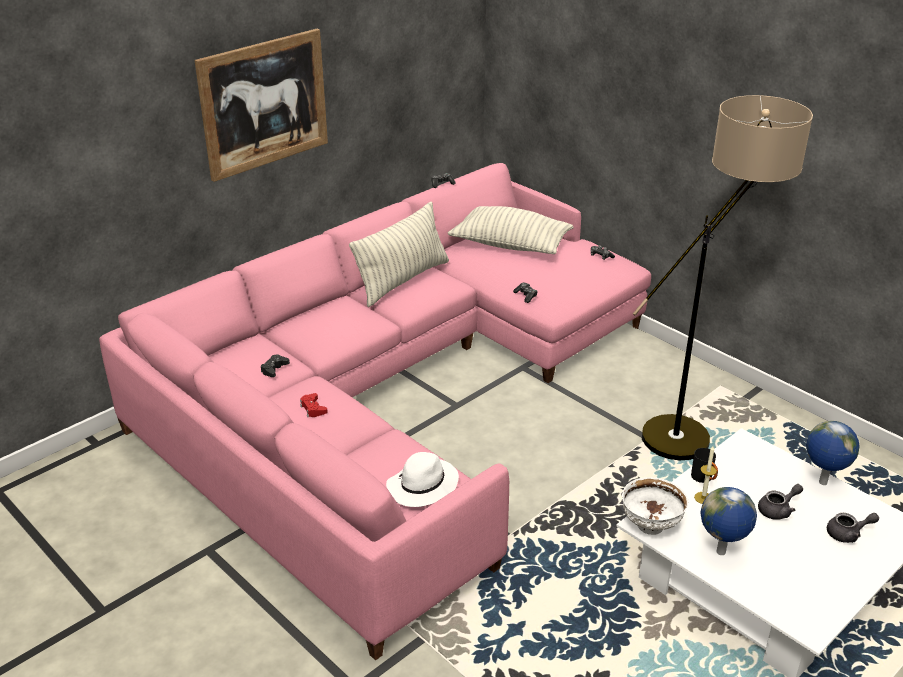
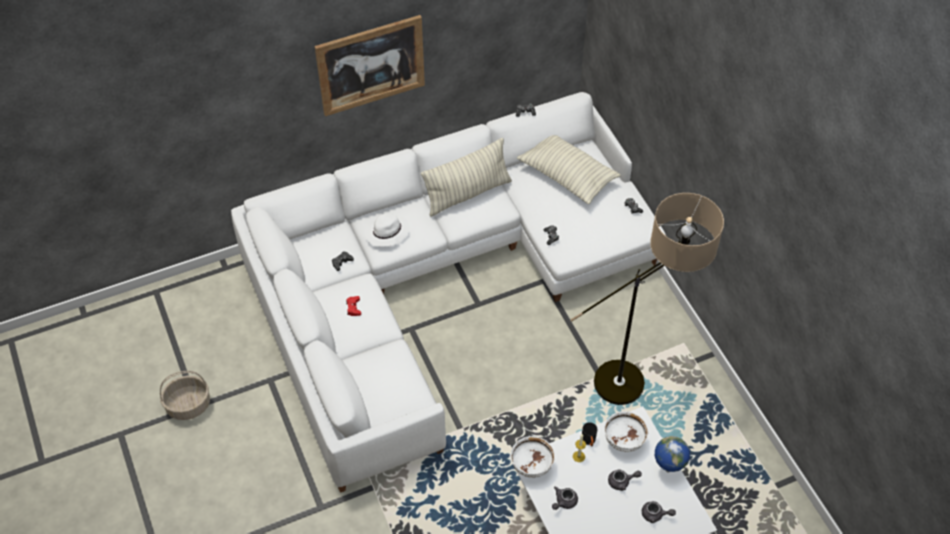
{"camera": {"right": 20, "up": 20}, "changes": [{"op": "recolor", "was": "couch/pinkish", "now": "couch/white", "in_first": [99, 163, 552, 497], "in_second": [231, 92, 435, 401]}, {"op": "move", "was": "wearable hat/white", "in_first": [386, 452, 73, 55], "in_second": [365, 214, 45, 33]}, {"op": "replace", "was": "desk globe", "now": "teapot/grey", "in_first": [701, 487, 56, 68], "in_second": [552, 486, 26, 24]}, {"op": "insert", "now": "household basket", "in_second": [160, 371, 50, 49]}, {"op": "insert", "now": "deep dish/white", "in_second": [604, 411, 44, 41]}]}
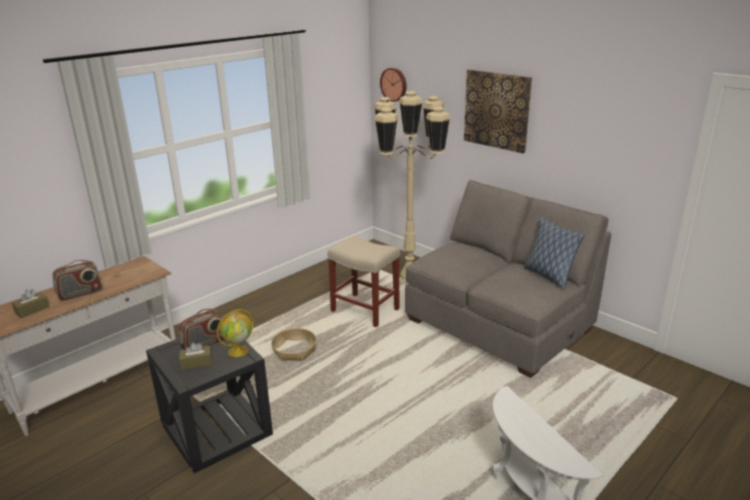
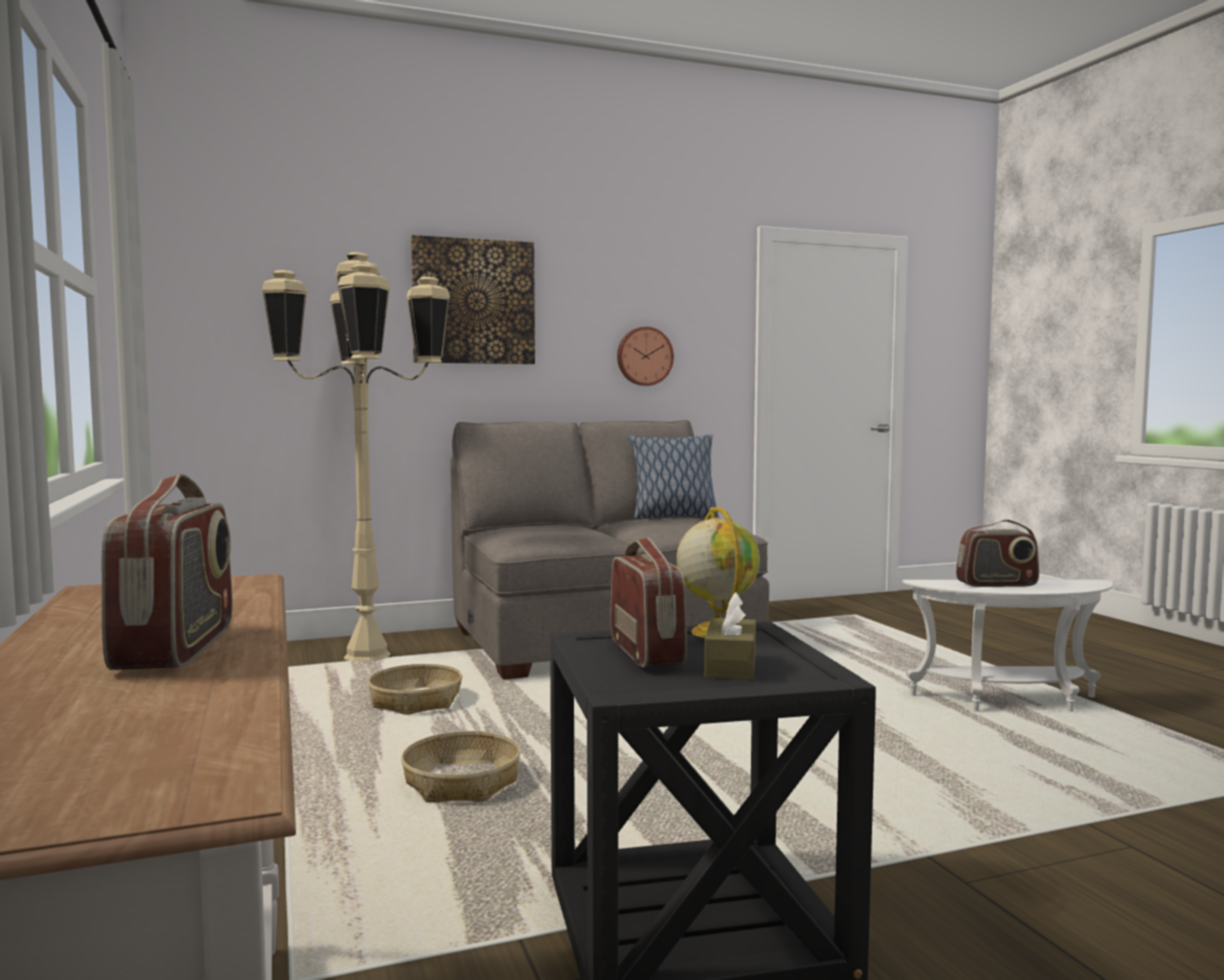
{"camera": {"right": -65, "up": -20}, "changes": [{"op": "move", "was": "clock on the wall", "in_first": [380, 68, 27, 34], "in_second": [617, 327, 57, 59]}, {"op": "replace", "was": "sitting stool/beige", "now": "household basket", "in_first": [328, 236, 72, 91], "in_second": [368, 664, 95, 51]}, {"op": "delete", "was": "box of tissues/brown", "in_first": [12, 289, 38, 29]}, {"op": "insert", "now": "radio", "in_second": [956, 520, 83, 67]}]}
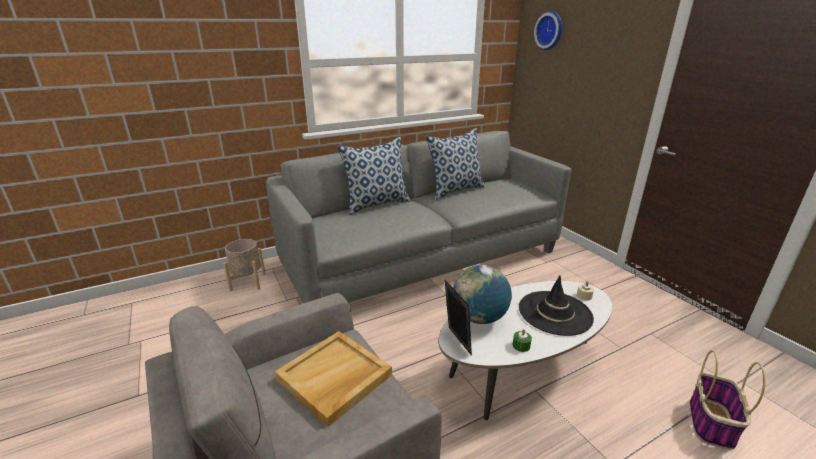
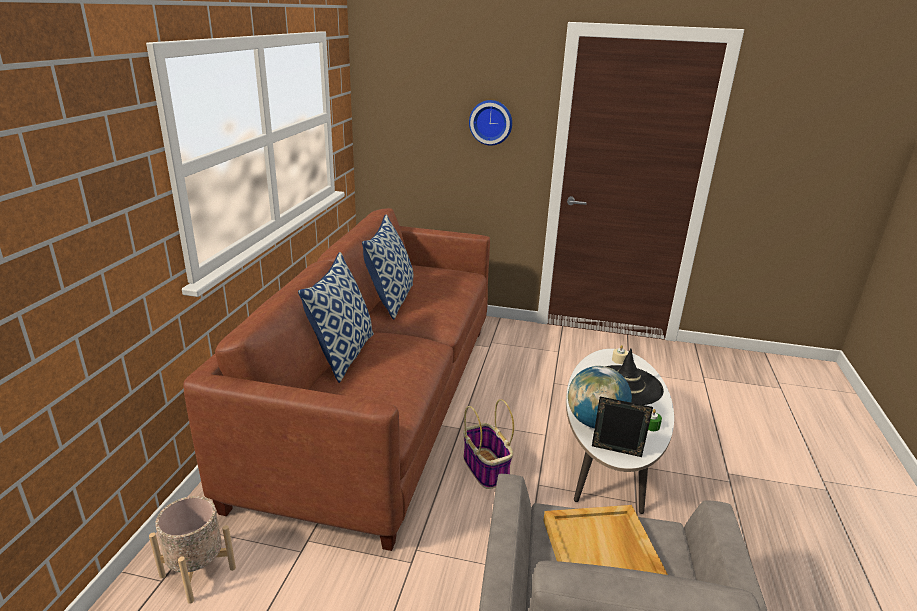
{"camera": {"right": -50, "up": 0}, "changes": [{"op": "move", "was": "clock on the wall", "in_first": [534, 11, 28, 39], "in_second": [469, 100, 43, 45]}, {"op": "recolor", "was": "couch/grey", "now": "couch/brown", "in_first": [266, 131, 305, 173], "in_second": [183, 208, 307, 343]}, {"op": "move", "was": "household basket", "in_first": [690, 350, 76, 100], "in_second": [463, 399, 51, 90]}]}
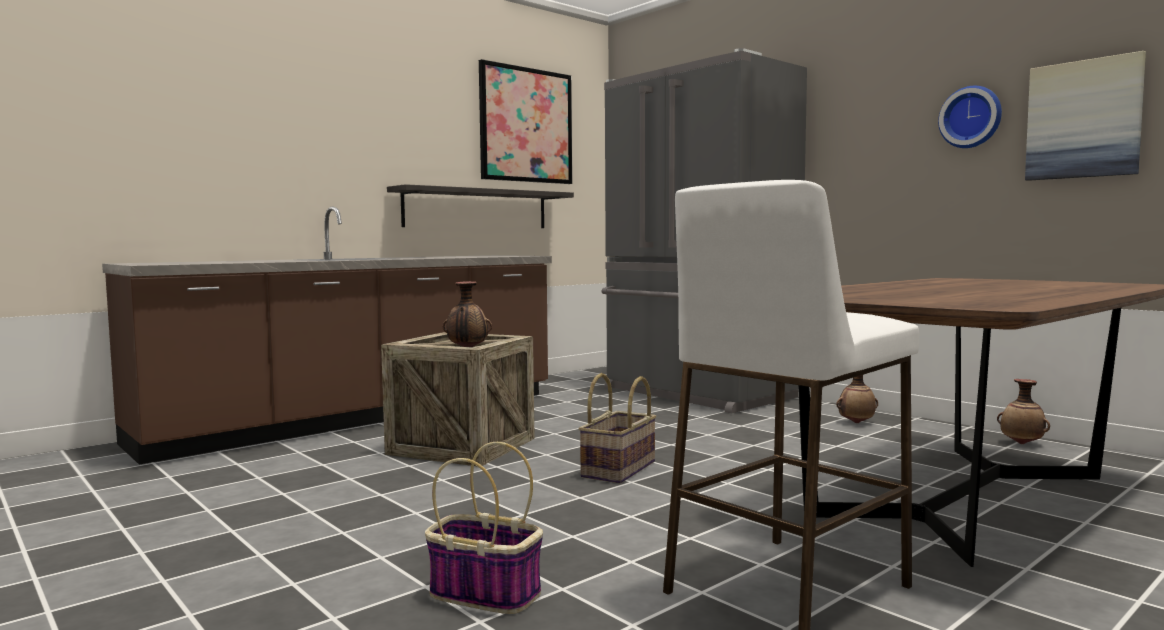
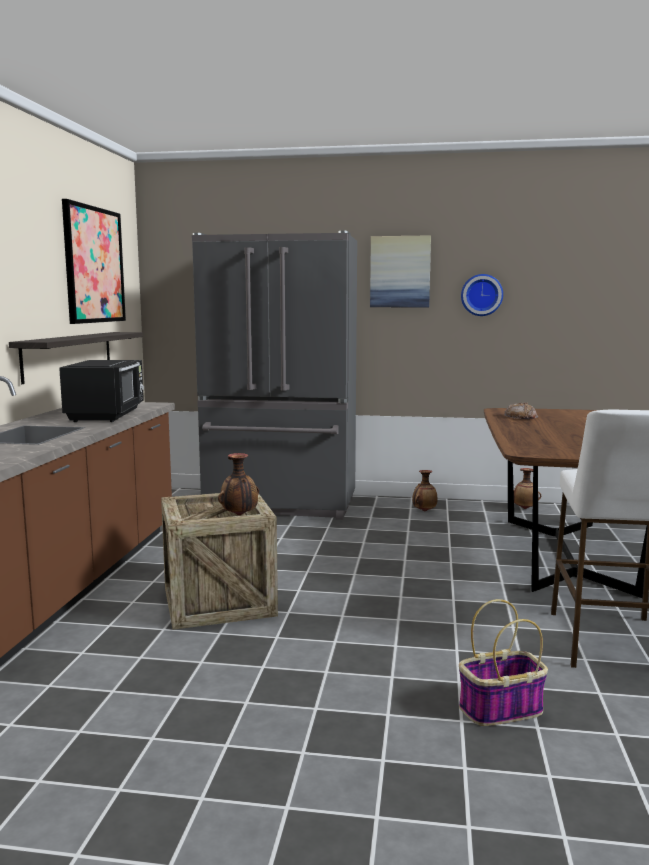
{"camera": {"right": -40, "up": 5}, "changes": [{"op": "move", "was": "wall art", "in_first": [1025, 51, 121, 130], "in_second": [370, 235, 61, 72]}, {"op": "delete", "was": "household basket", "in_first": [579, 373, 78, 110]}, {"op": "insert", "now": "microwave oven/blackish", "in_second": [59, 360, 85, 62]}, {"op": "insert", "now": "bakery bread", "in_second": [504, 402, 34, 17]}]}
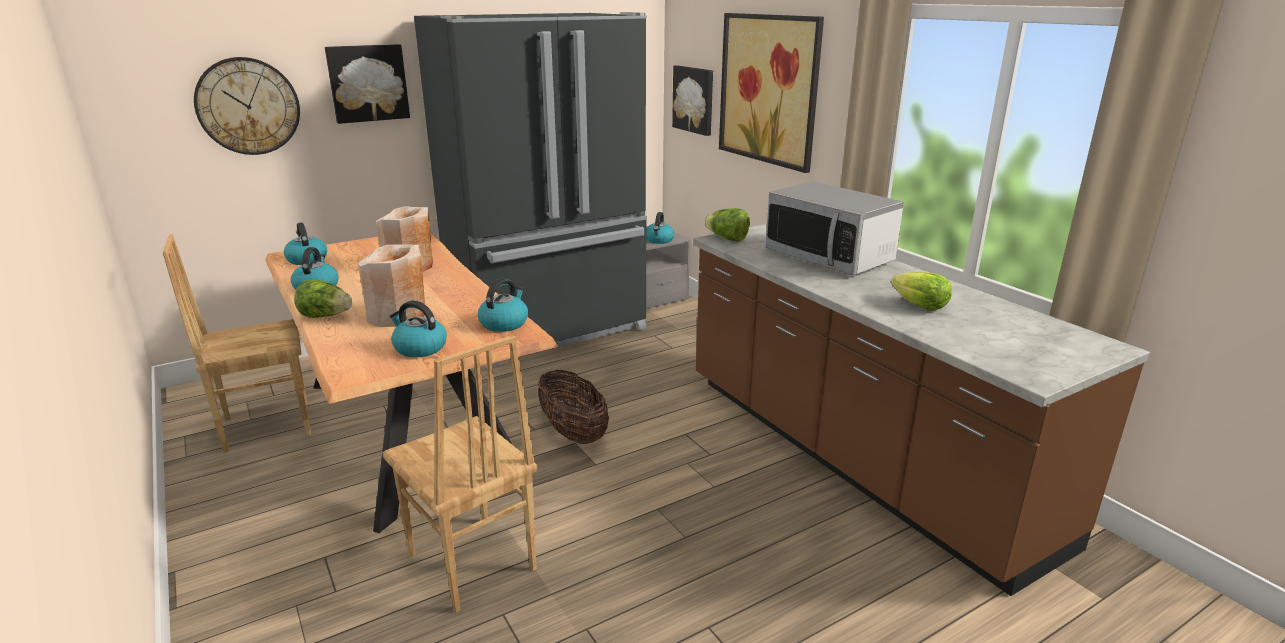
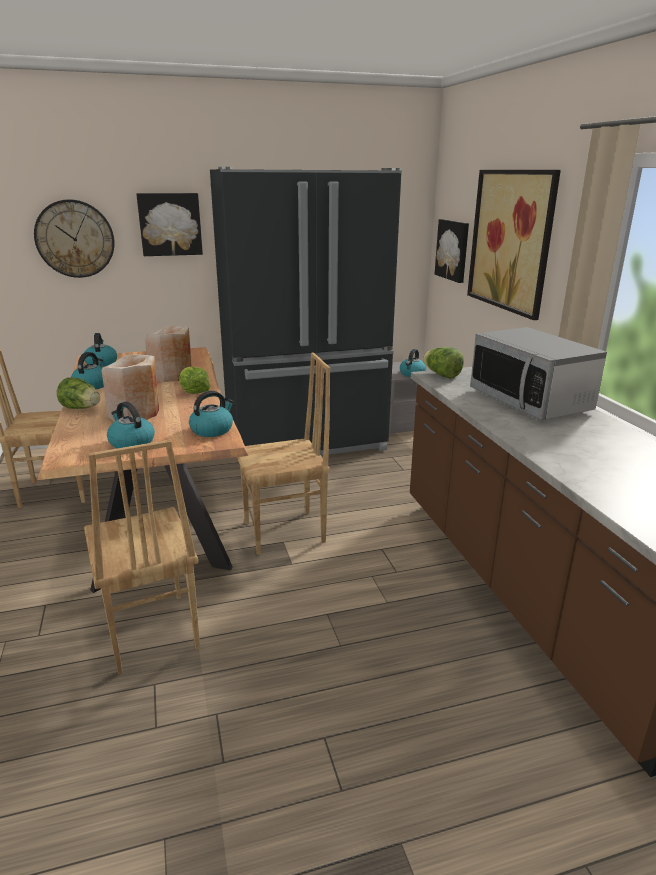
{"camera": {"right": 15, "up": 0}, "changes": [{"op": "move", "was": "lettuce", "in_first": [891, 272, 61, 39], "in_second": [179, 367, 31, 27]}, {"op": "replace", "was": "household basket", "now": "upright chair/brown", "in_first": [538, 370, 71, 74], "in_second": [237, 352, 93, 203]}]}
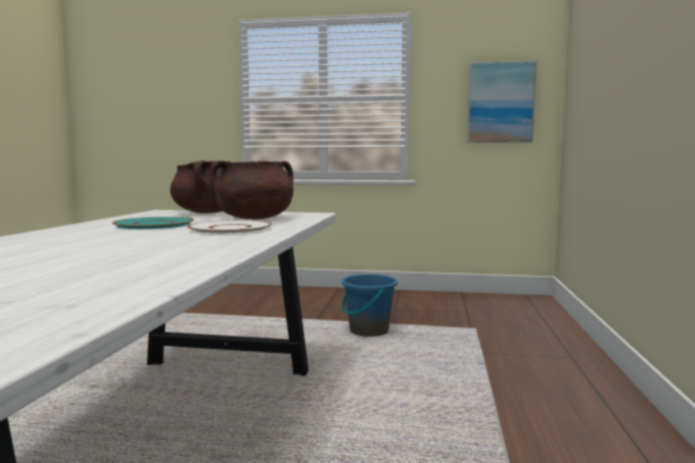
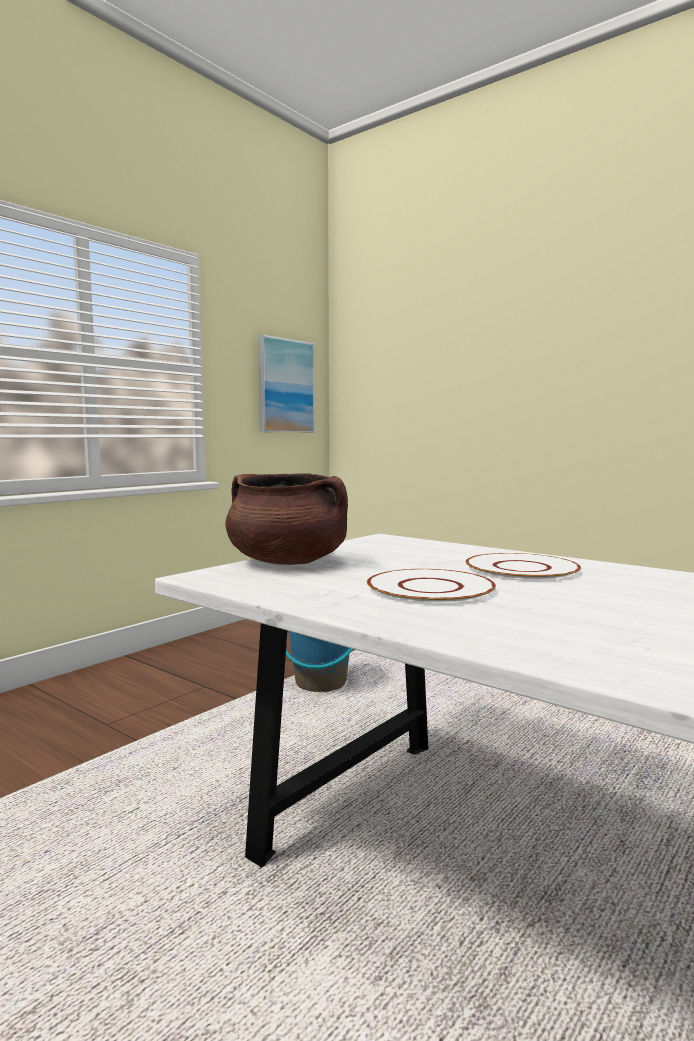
{"camera": {"right": -60, "up": 0}, "changes": [{"op": "delete", "was": "cooking pot/brown", "in_first": [209, 161, 85, 58]}, {"op": "recolor", "was": "plate/blue-green", "now": "plate/white", "in_first": [112, 217, 82, 12], "in_second": [367, 569, 129, 35]}]}
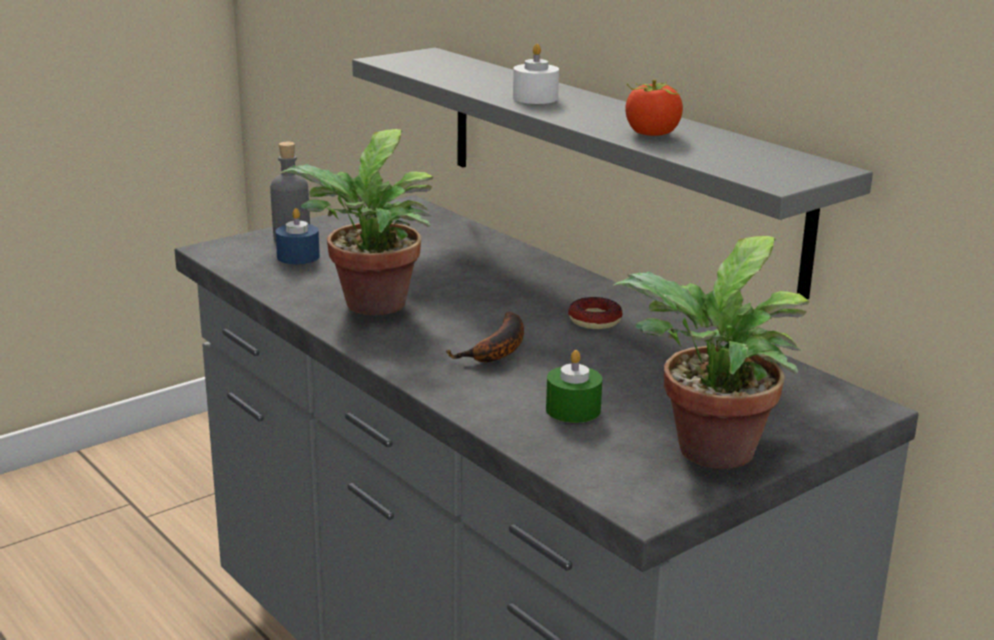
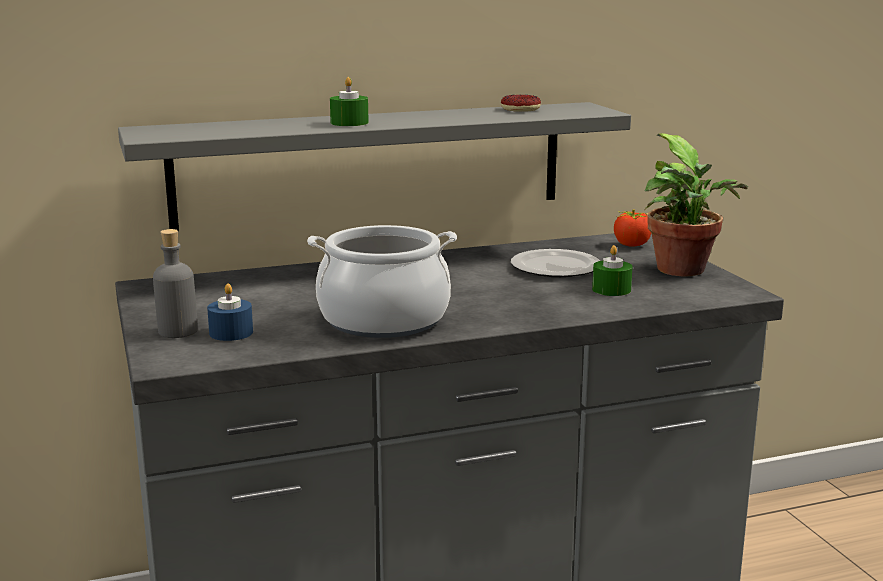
{"camera": {"right": -70, "up": -5}, "changes": [{"op": "recolor", "was": "wax candle/white", "now": "wax candle/green", "in_first": [513, 43, 46, 61], "in_second": [330, 77, 39, 49]}, {"op": "move", "was": "fresh tomato", "in_first": [625, 80, 58, 56], "in_second": [614, 209, 37, 38]}, {"op": "replace", "was": "plant in a pot", "now": "cooking pot", "in_first": [279, 129, 154, 186], "in_second": [307, 225, 150, 113]}, {"op": "move", "was": "donut", "in_first": [568, 297, 54, 32], "in_second": [501, 95, 40, 17]}, {"op": "delete", "was": "whole banana", "in_first": [446, 312, 78, 50]}, {"op": "insert", "now": "plate", "in_second": [511, 249, 89, 28]}]}
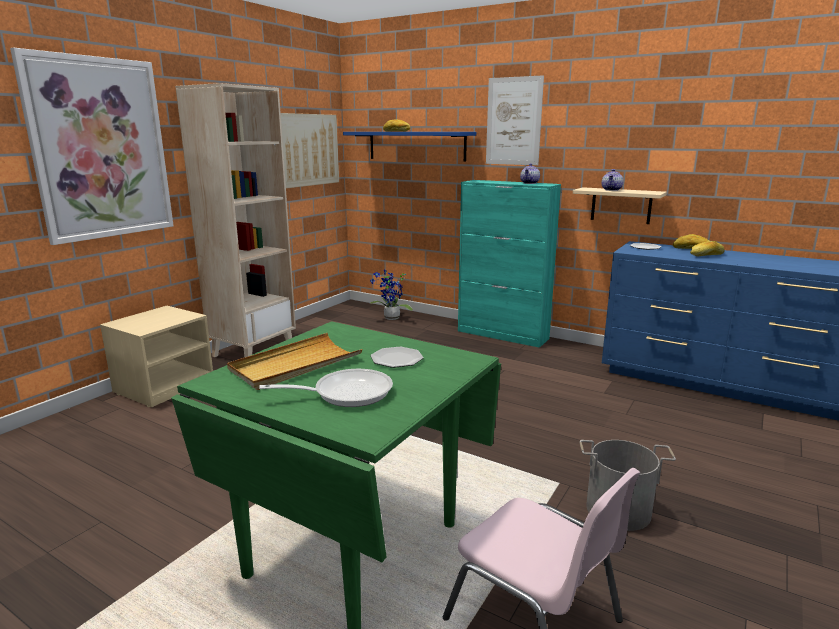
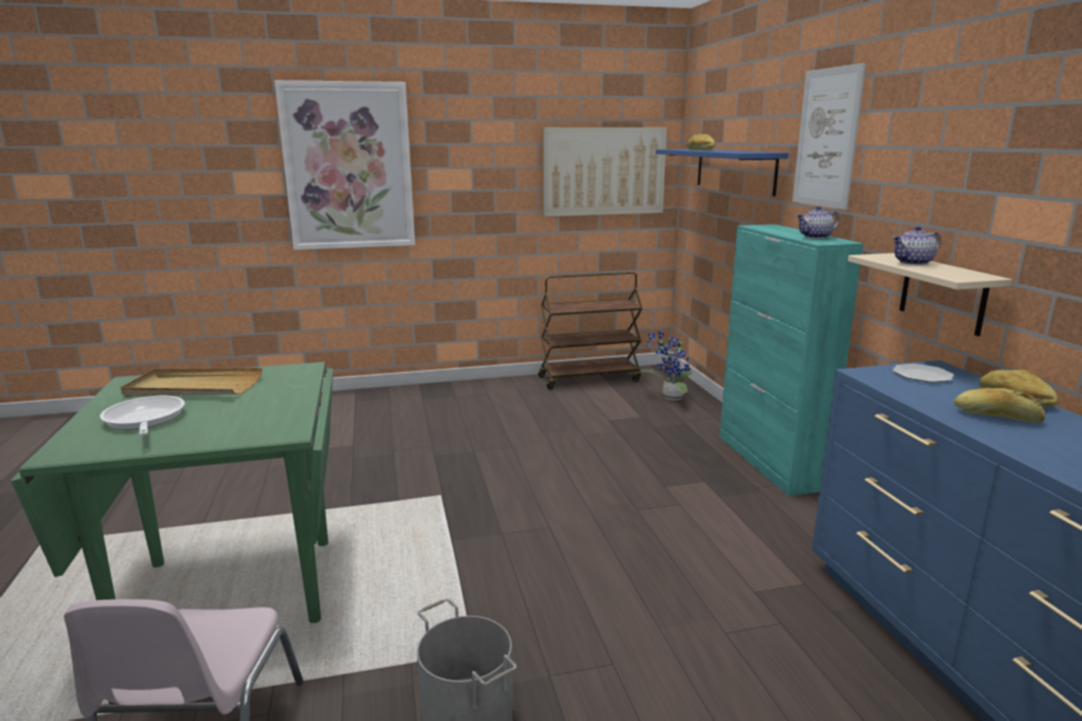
{"camera": {"right": 45, "up": 0}, "changes": [{"op": "delete", "was": "shelving unit/beige", "in_first": [175, 83, 121, 275]}, {"op": "delete", "was": "nightstand/beige", "in_first": [100, 306, 113, 101]}, {"op": "delete", "was": "plate", "in_first": [371, 347, 52, 21]}, {"op": "rotate", "was": "frying pan", "in_first": [259, 369, 134, 38], "in_second": [100, 396, 85, 39], "clockwise": -150}, {"op": "insert", "now": "wheeled cart/brown", "in_second": [538, 272, 105, 117]}]}
